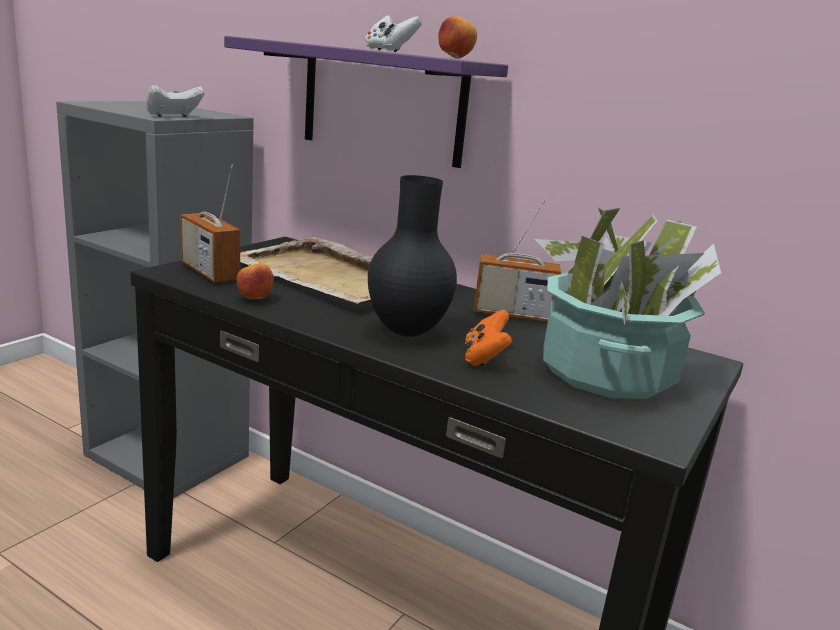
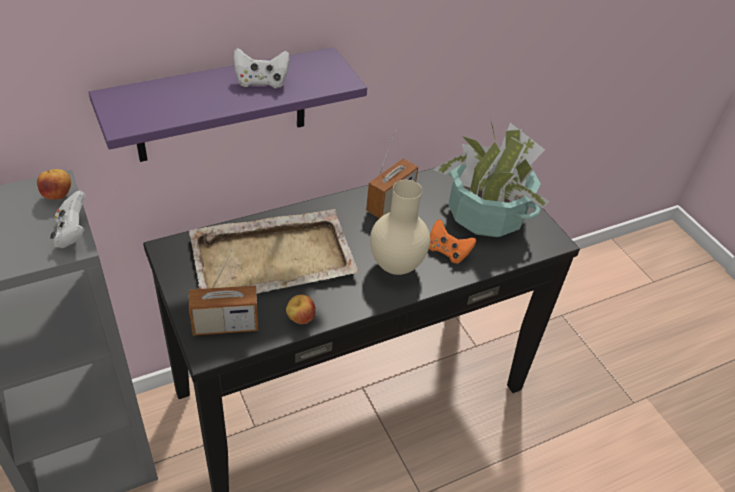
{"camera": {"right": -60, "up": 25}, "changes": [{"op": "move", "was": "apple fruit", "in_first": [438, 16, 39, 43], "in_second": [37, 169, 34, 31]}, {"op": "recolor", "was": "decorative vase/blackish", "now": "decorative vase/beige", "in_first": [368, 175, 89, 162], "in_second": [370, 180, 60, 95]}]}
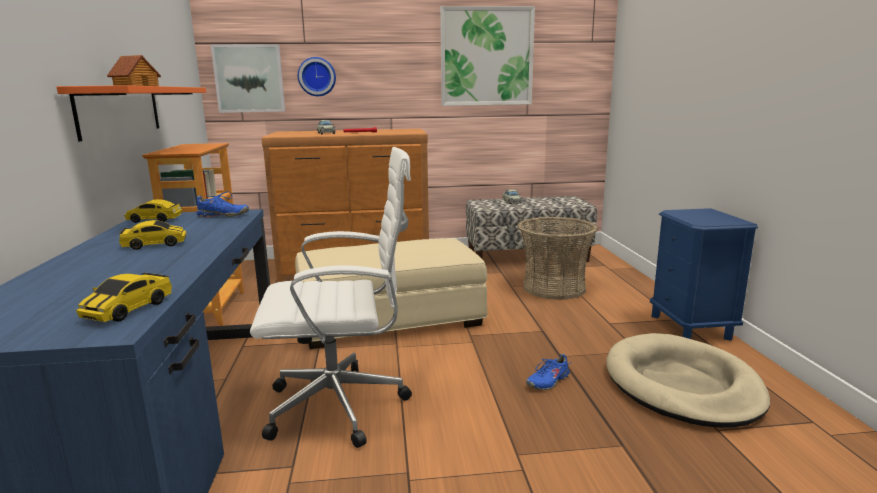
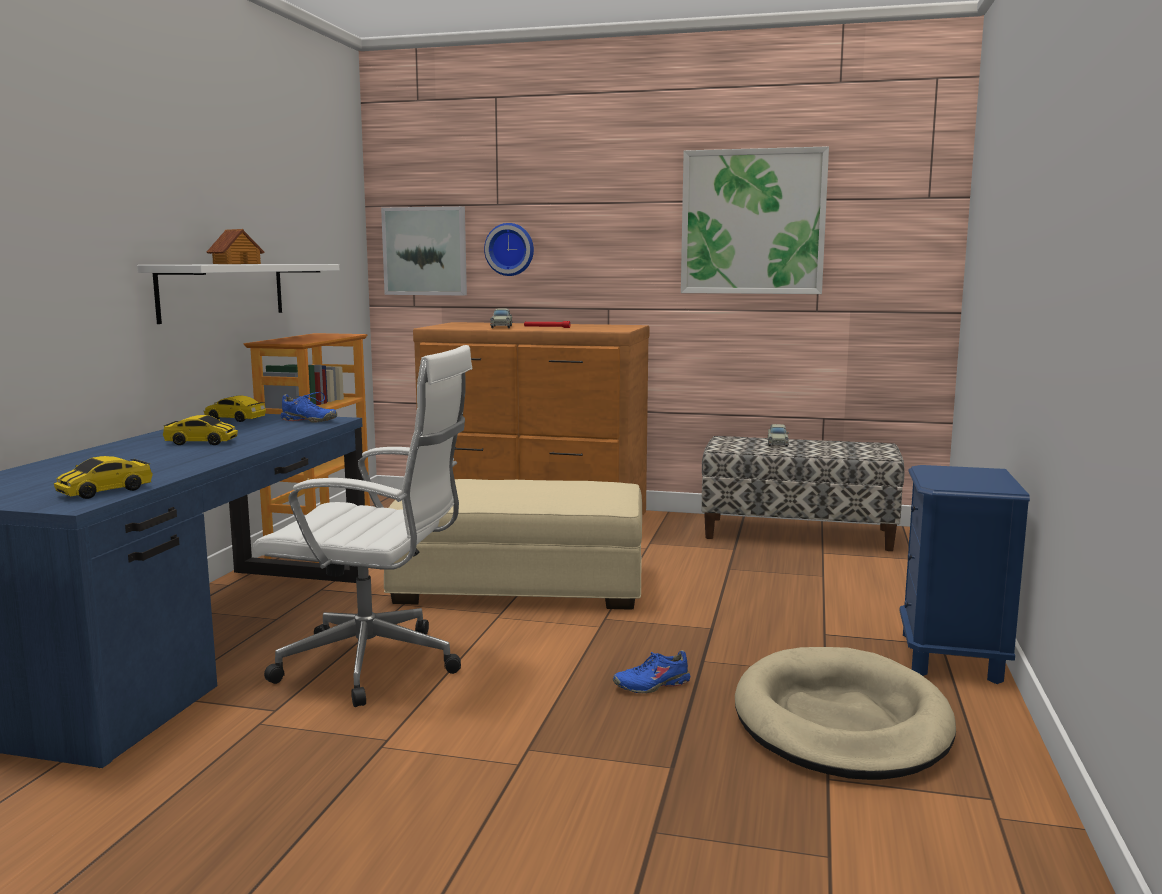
{"camera": {"right": 20, "up": -5}, "changes": [{"op": "recolor", "was": "bracket shelf/orangey", "now": "bracket shelf/white", "in_first": [57, 85, 149, 57], "in_second": [137, 264, 202, 60]}, {"op": "delete", "was": "household basket", "in_first": [517, 217, 81, 83]}]}
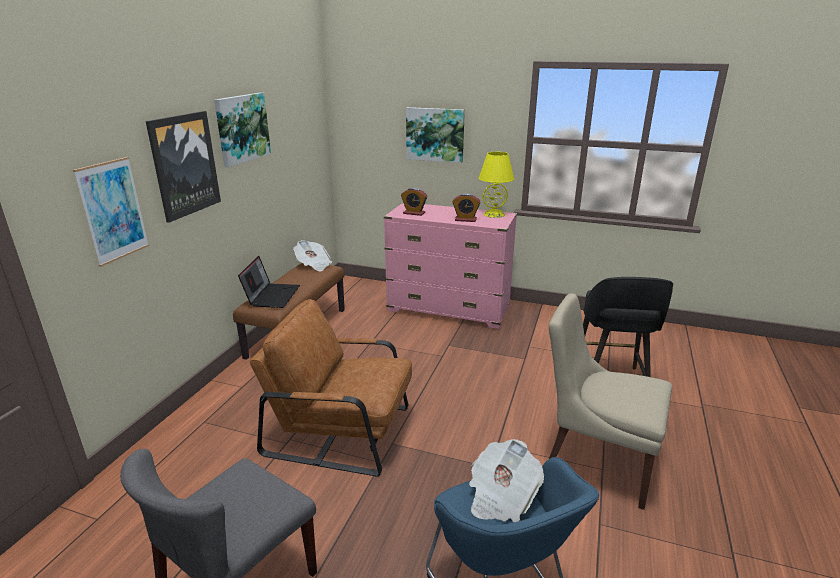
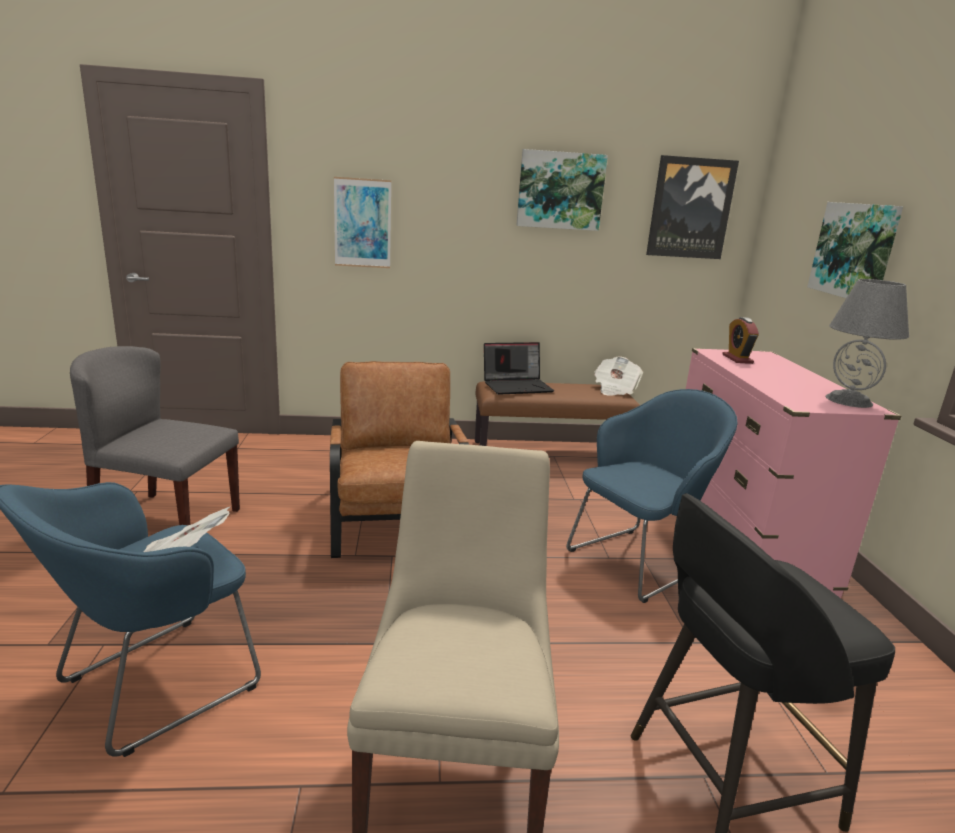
{"camera": {"right": 65, "up": -5}, "changes": [{"op": "move", "was": "wall art", "in_first": [146, 111, 75, 112], "in_second": [646, 155, 93, 104]}, {"op": "recolor", "was": "tabletop lamp/yellowish", "now": "tabletop lamp/grey", "in_first": [479, 152, 35, 66], "in_second": [826, 279, 83, 129]}, {"op": "delete", "was": "table clock", "in_first": [453, 193, 27, 29]}, {"op": "insert", "now": "easy chair/bluish", "in_second": [566, 389, 171, 214]}]}
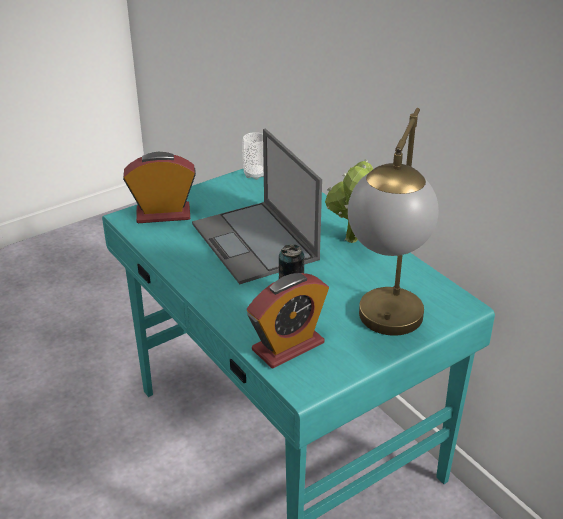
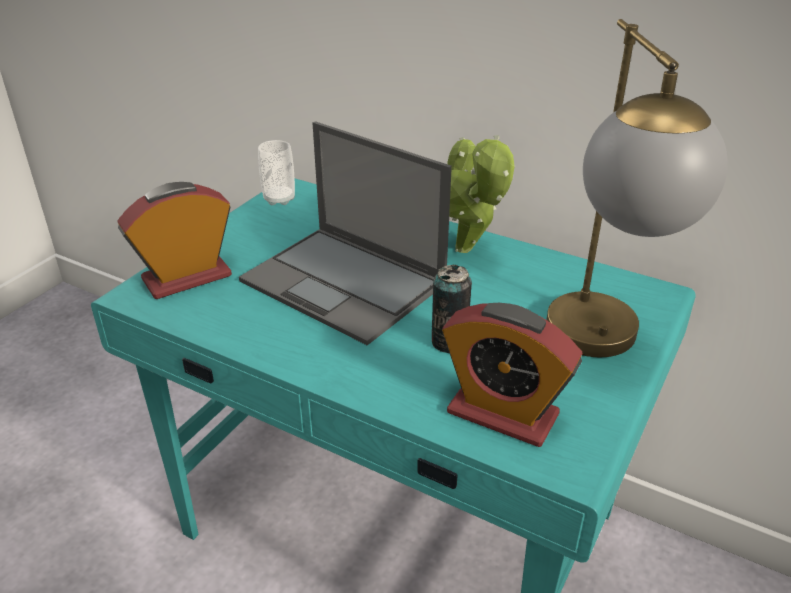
{"camera": {"right": -25, "up": 0}, "changes": [{"op": "rotate", "was": "table clock", "in_first": [247, 273, 82, 96], "in_second": [442, 303, 140, 144], "clockwise": 90}]}
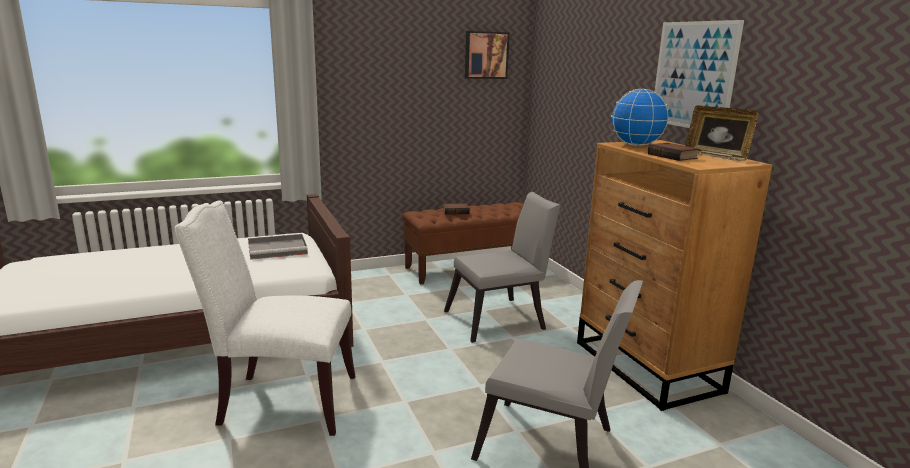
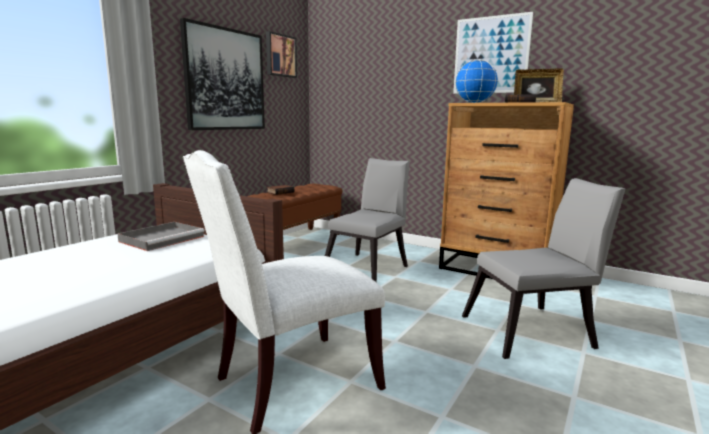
{"camera": {"right": -35, "up": -5}, "changes": [{"op": "insert", "now": "wall art", "in_second": [180, 18, 85, 112]}]}
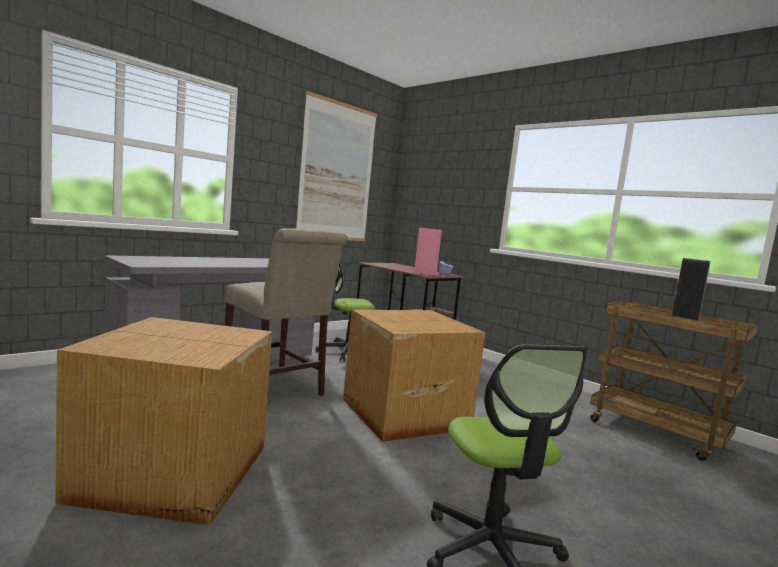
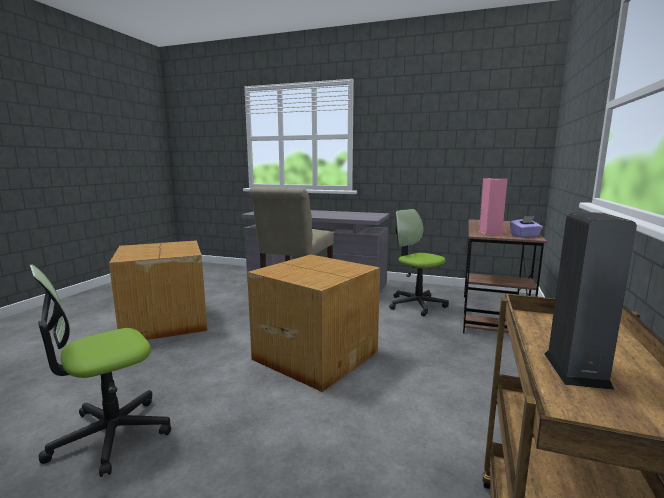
{"camera": {"right": 65, "up": 5}, "changes": [{"op": "delete", "was": "wall art", "in_first": [296, 91, 81, 150]}]}
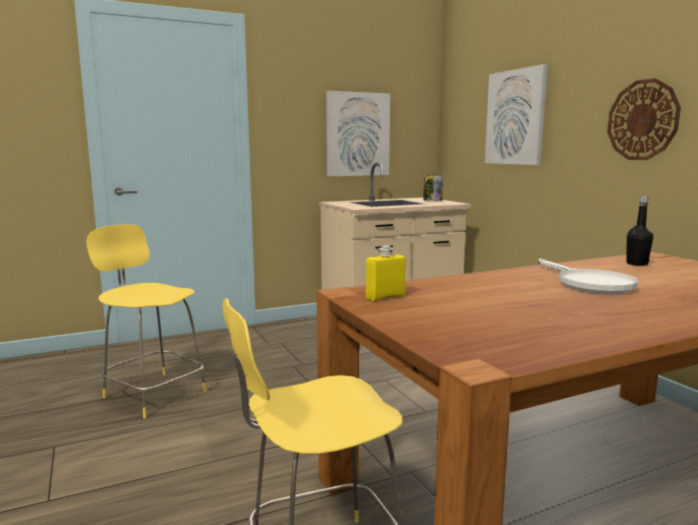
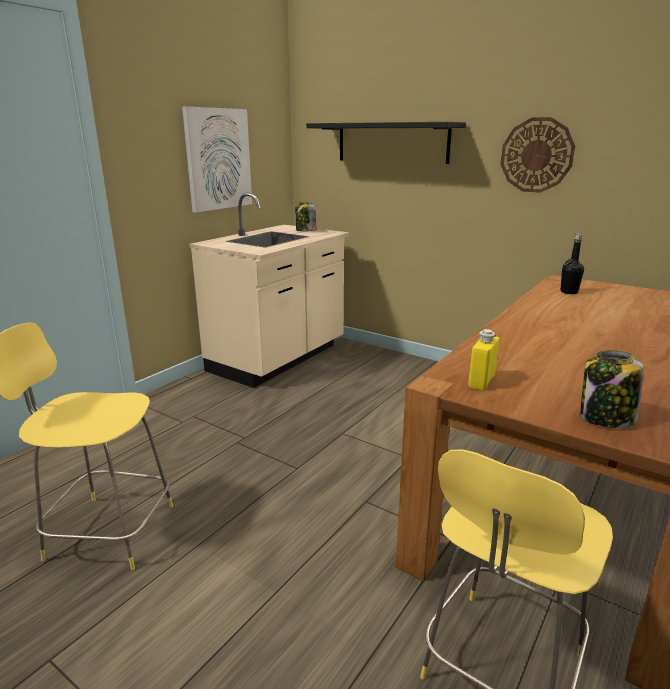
{"camera": {"right": -30, "up": 10}, "changes": [{"op": "replace", "was": "wall art", "now": "bracket shelf/blackish", "in_first": [485, 64, 63, 101], "in_second": [306, 122, 160, 42]}, {"op": "delete", "was": "frying pan/white", "in_first": [538, 259, 100, 35]}, {"op": "insert", "now": "jar", "in_second": [580, 350, 64, 78]}]}
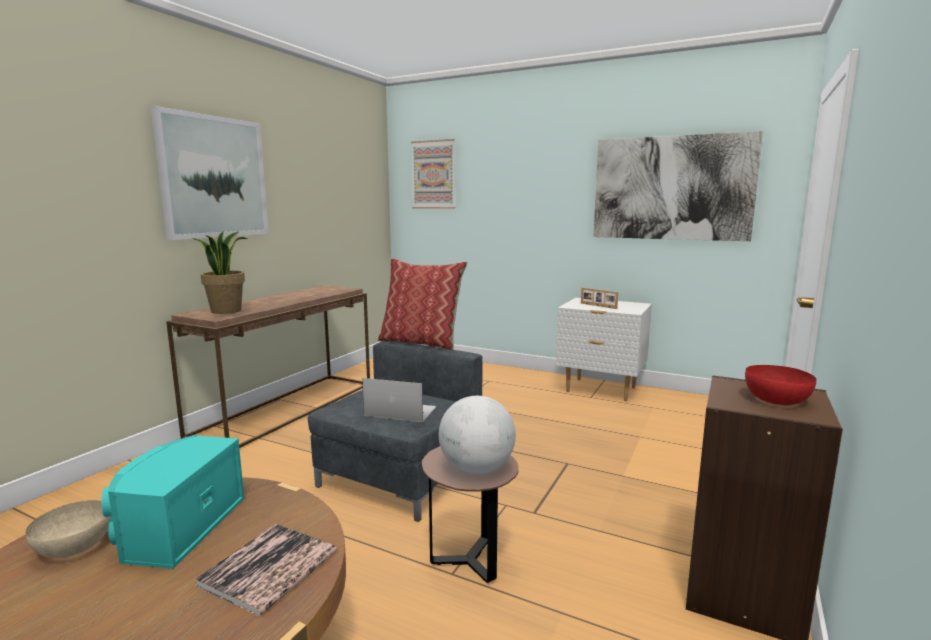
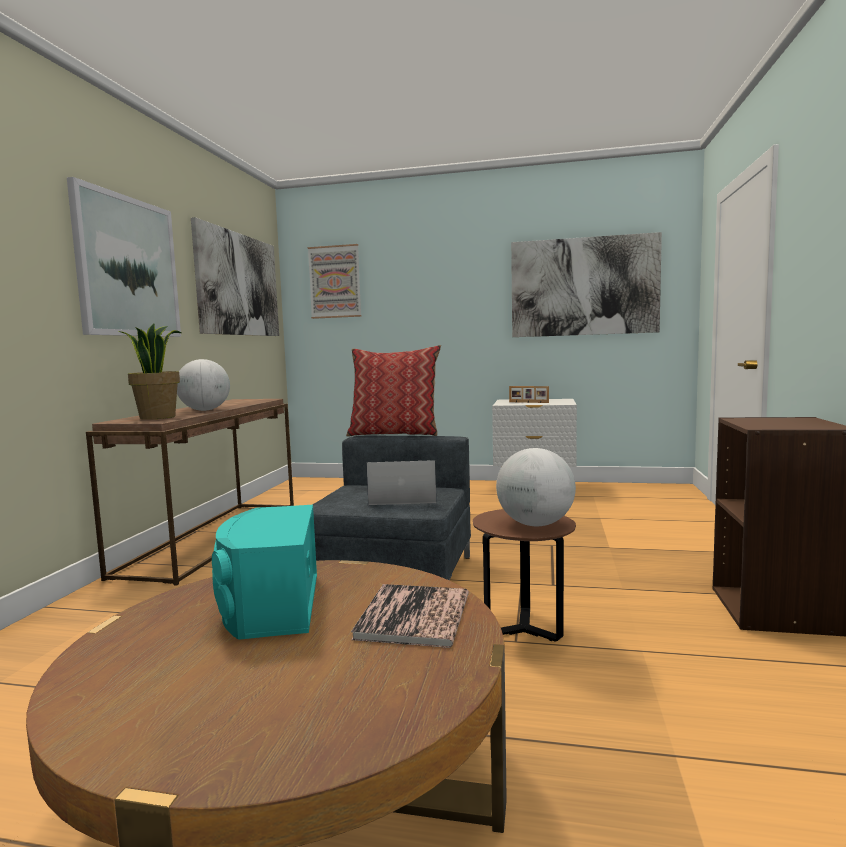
{"camera": {"right": -15, "up": -5}, "changes": [{"op": "delete", "was": "deep dish/red-coloured", "in_first": [745, 365, 71, 40]}, {"op": "delete", "was": "deep dish/beige", "in_first": [25, 500, 86, 58]}, {"op": "insert", "now": "wall art", "in_second": [191, 217, 88, 119]}, {"op": "insert", "now": "desk globe", "in_second": [177, 359, 53, 52]}]}
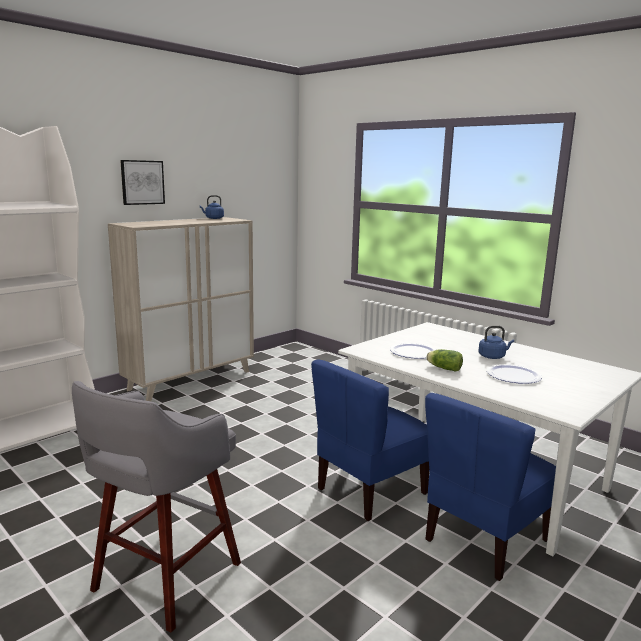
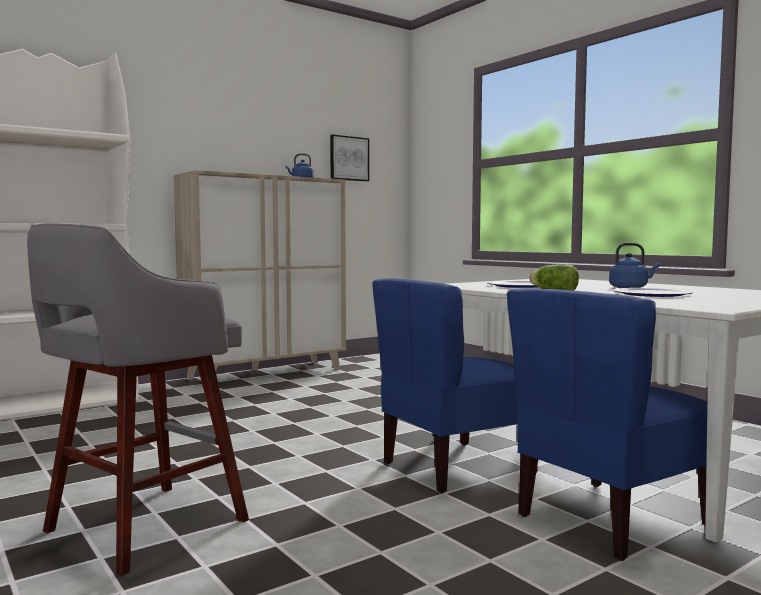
{"camera": {"right": 10, "up": -10}, "changes": [{"op": "move", "was": "wall art", "in_first": [120, 160, 45, 45], "in_second": [330, 134, 39, 47]}]}
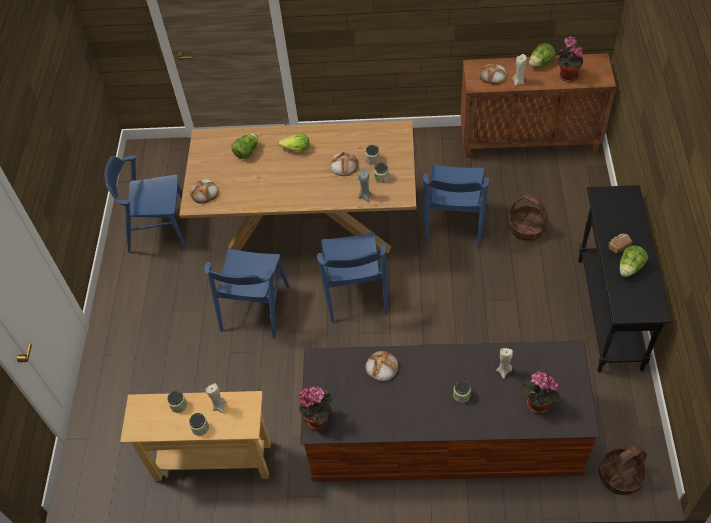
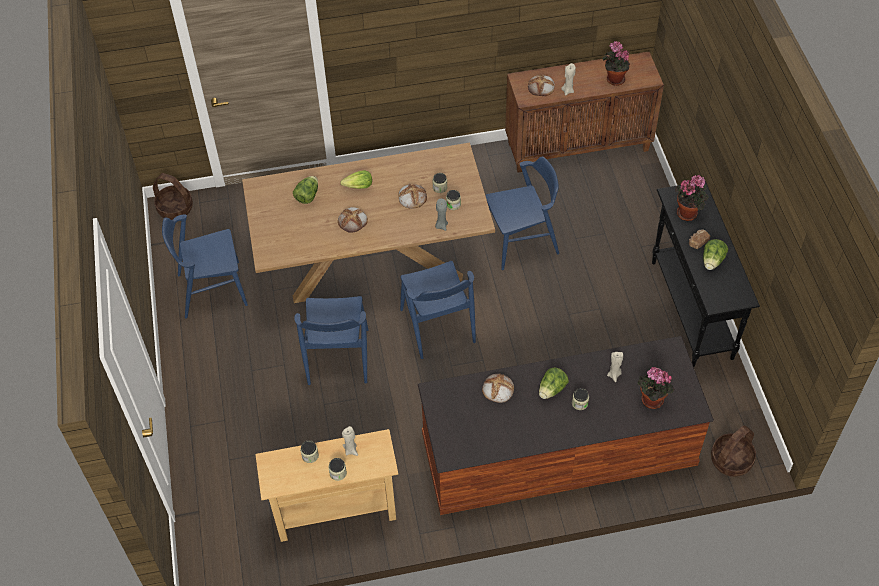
{"camera": {"right": -15, "up": 0}, "changes": [{"op": "move", "was": "lettuce", "in_first": [529, 43, 26, 24], "in_second": [539, 368, 30, 31]}, {"op": "rotate", "was": "upright chair/bluish", "in_first": [423, 164, 66, 85], "in_second": [485, 157, 74, 113], "clockwise": -105}, {"op": "move", "was": "bakery bread", "in_first": [190, 179, 29, 25], "in_second": [338, 207, 30, 26]}, {"op": "move", "was": "household basket", "in_first": [509, 193, 39, 48], "in_second": [153, 173, 40, 47]}, {"op": "move", "was": "plant in a pot", "in_first": [299, 386, 34, 44], "in_second": [675, 175, 33, 46]}]}
